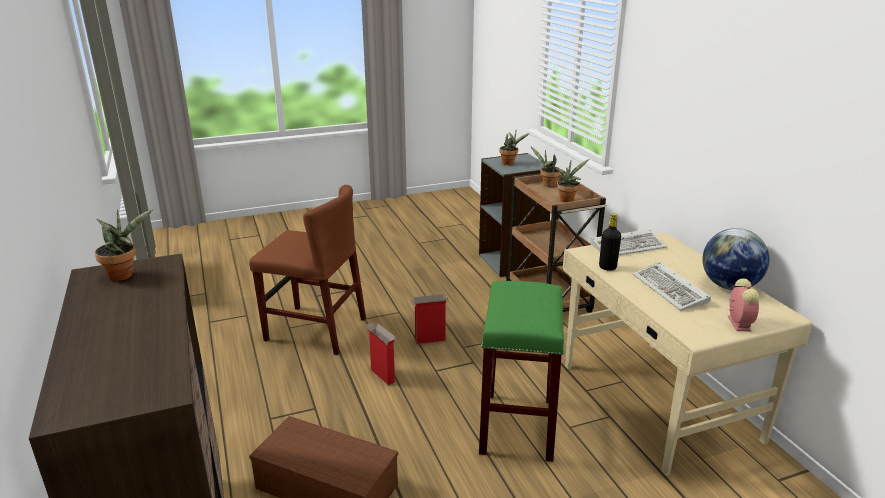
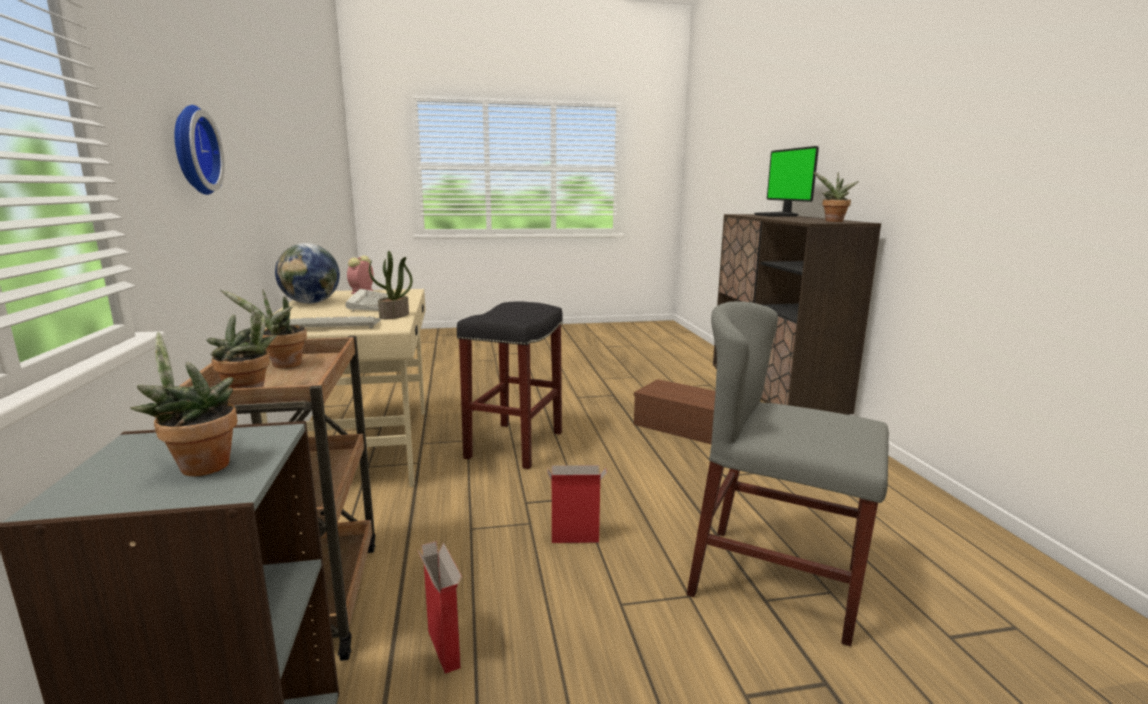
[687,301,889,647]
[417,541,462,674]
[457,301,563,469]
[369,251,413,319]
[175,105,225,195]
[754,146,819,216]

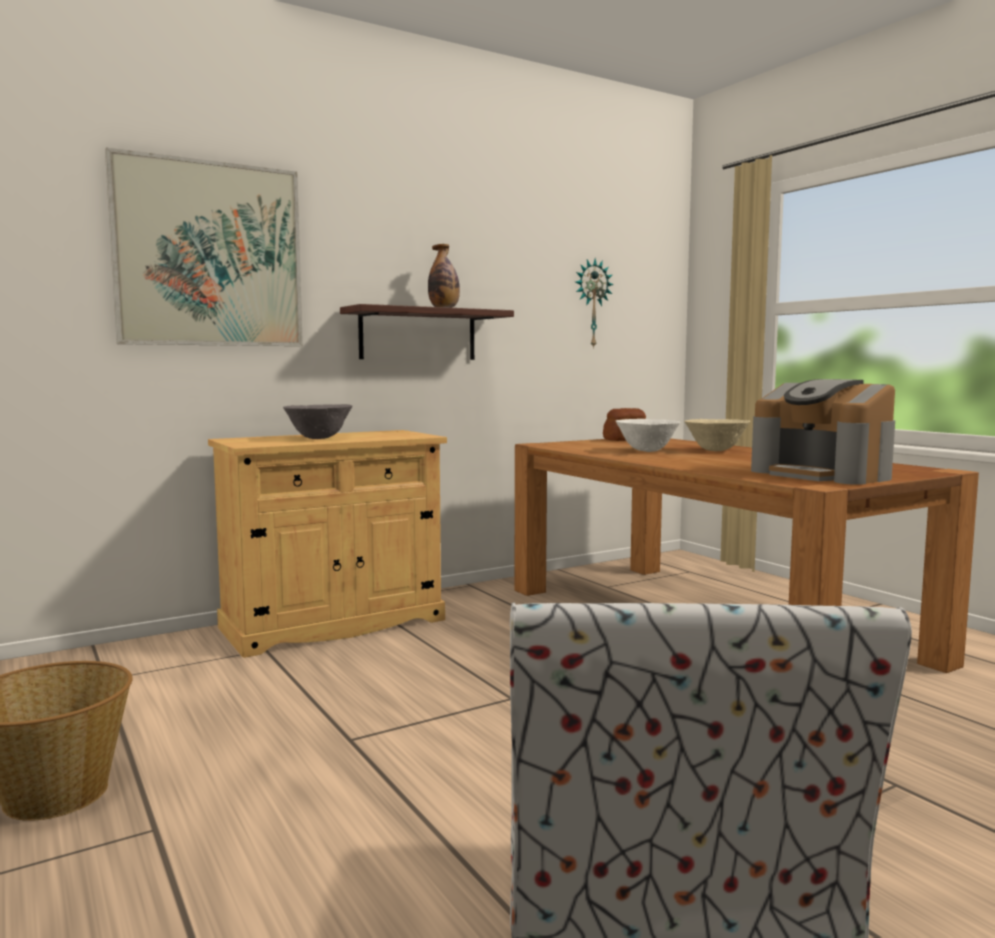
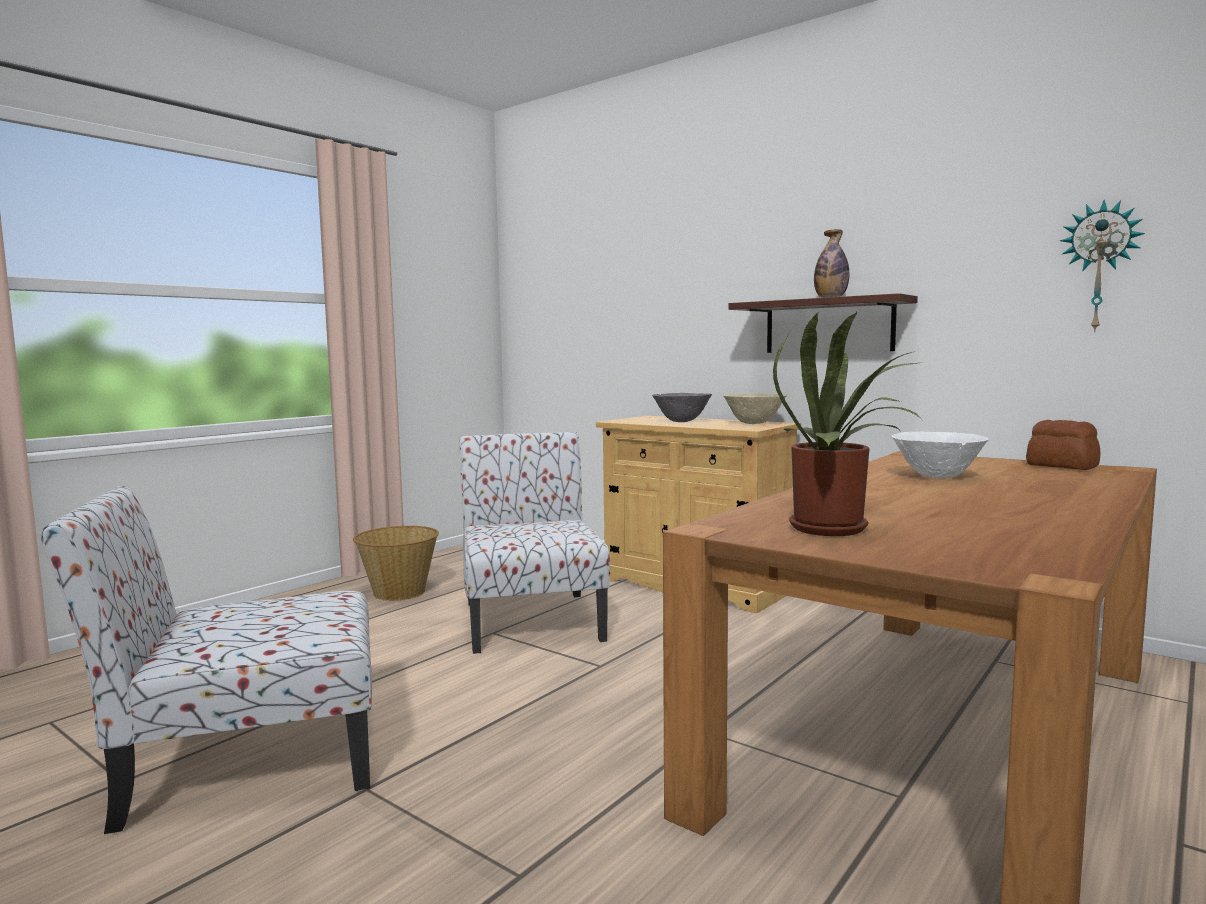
[105,148,303,346] (first image)
[723,394,787,424]
[773,312,925,536]
[459,432,610,654]

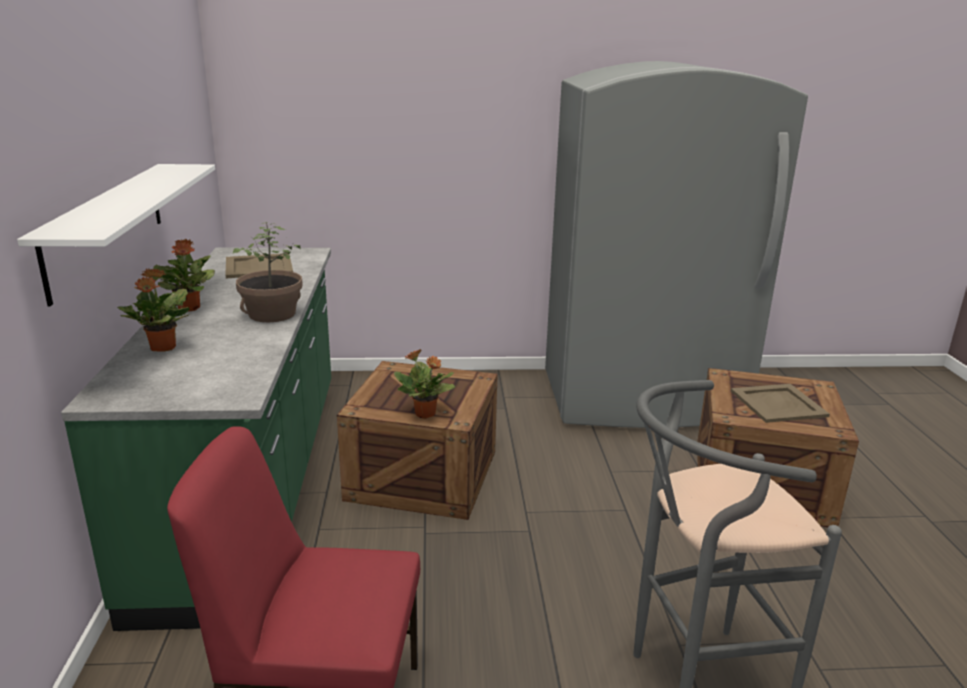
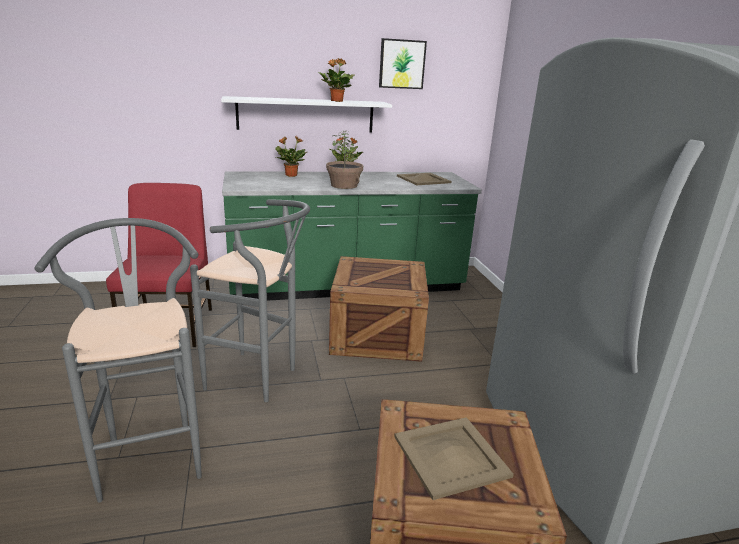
[319,58,355,102]
[190,199,310,402]
[379,38,427,89]

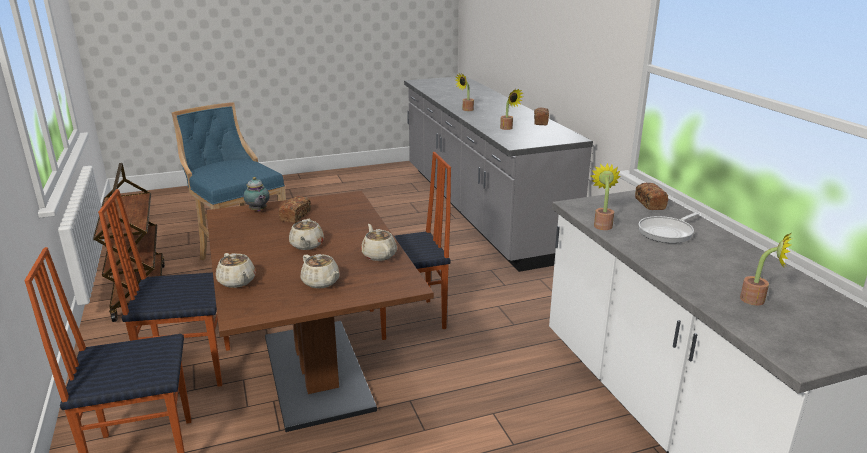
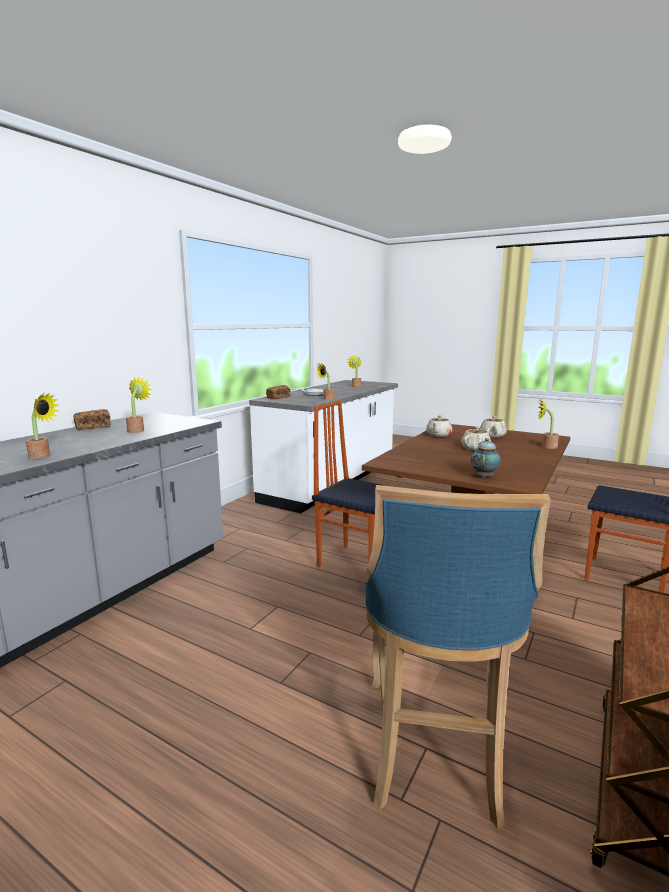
[98,189,230,387] (first image)
[538,400,559,449]
[279,196,311,223] (first image)

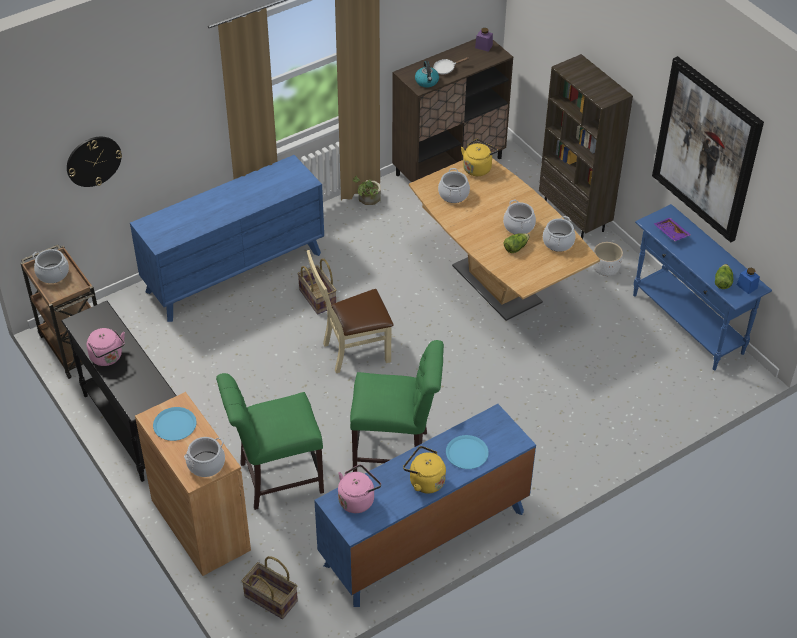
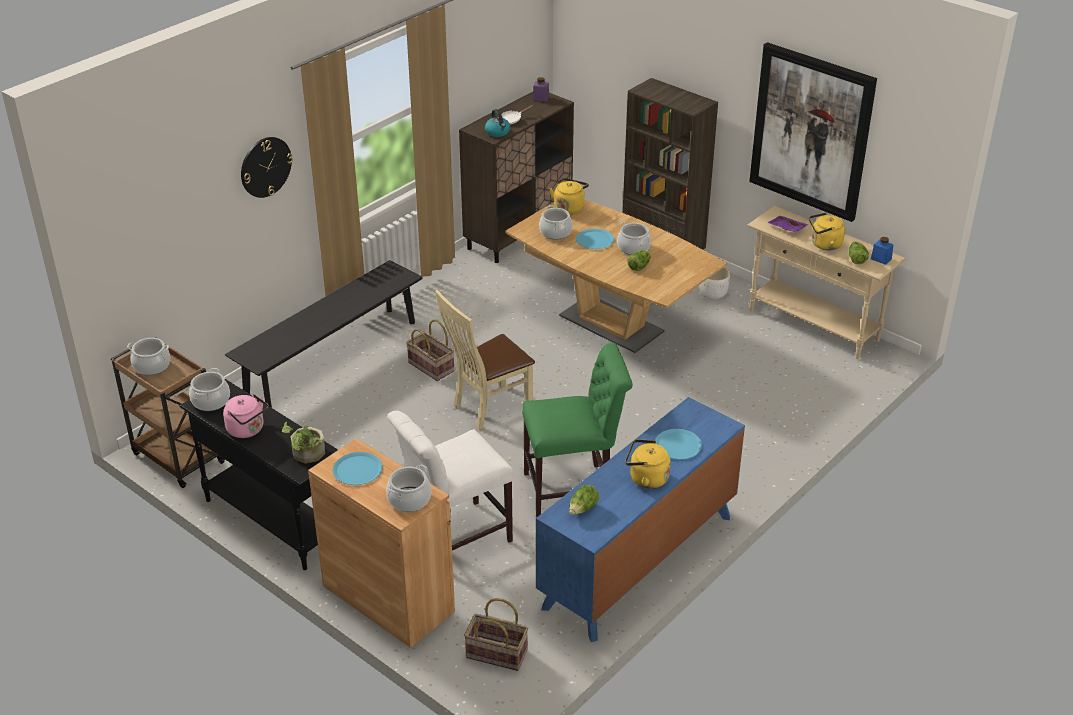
[241,137,293,198]
[225,260,423,408]
[387,411,514,550]
[569,485,599,515]
[282,422,325,464]
[189,368,230,411]
[747,206,906,359]
[576,229,614,249]
[809,212,845,250]

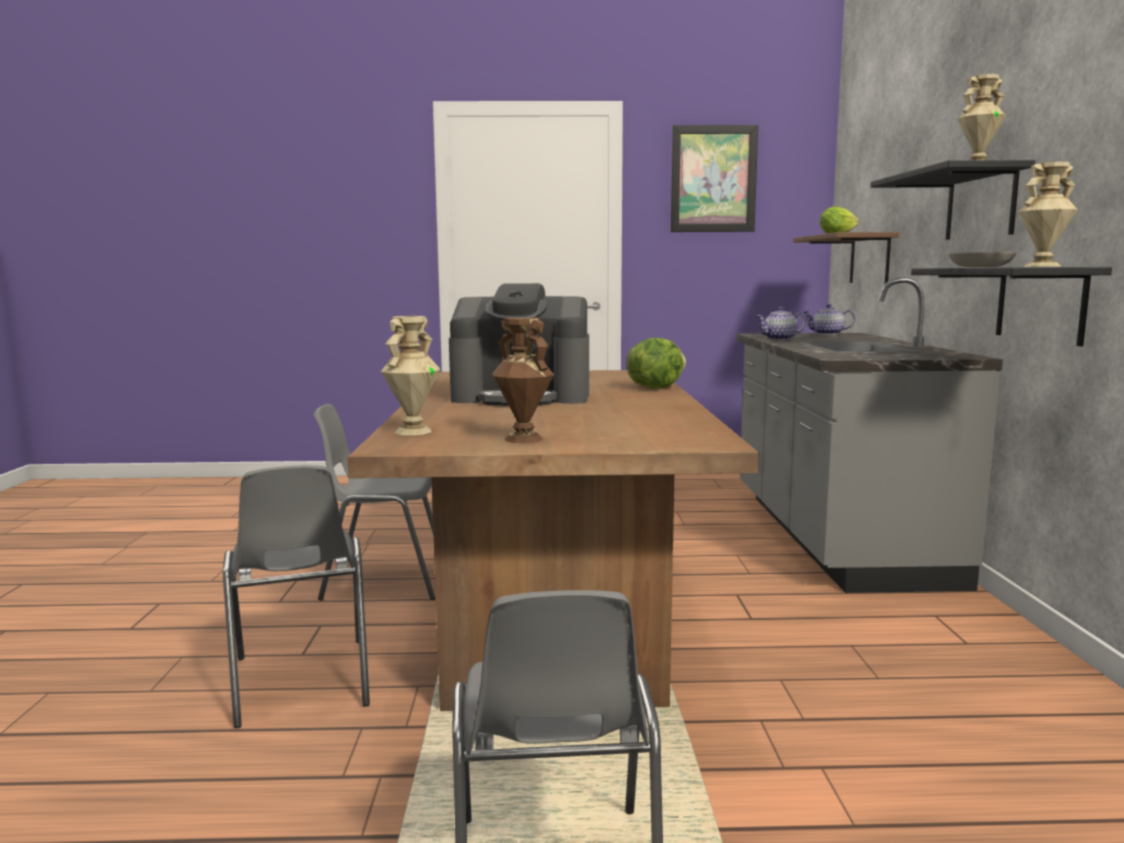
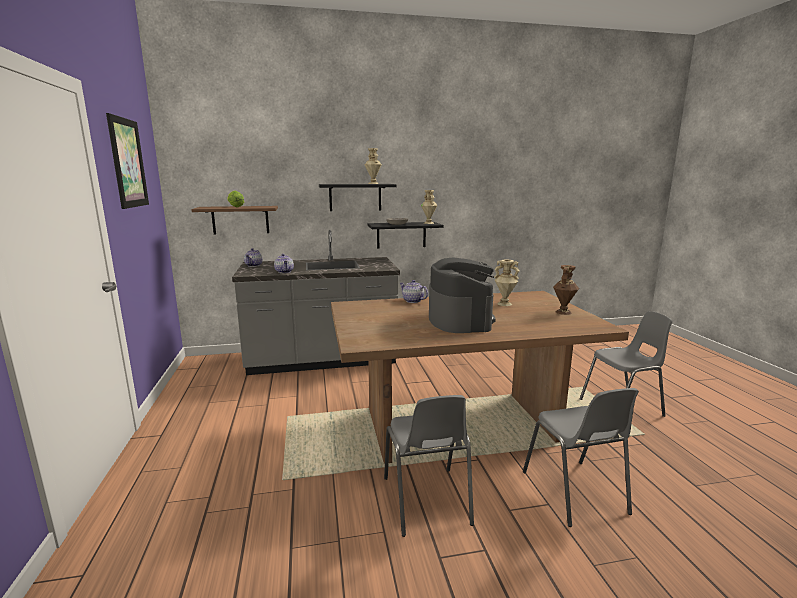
[523,388,639,527]
[494,260,520,306]
[400,280,428,303]

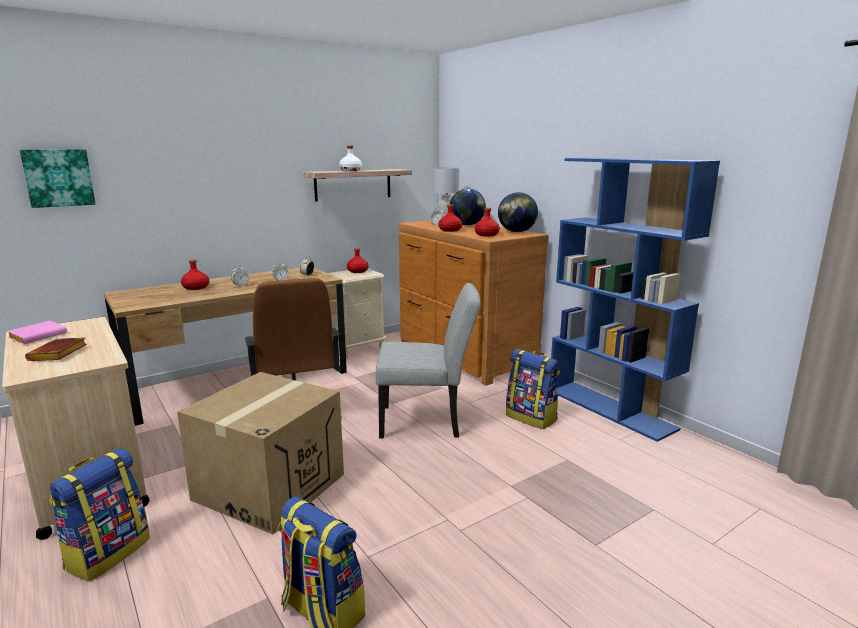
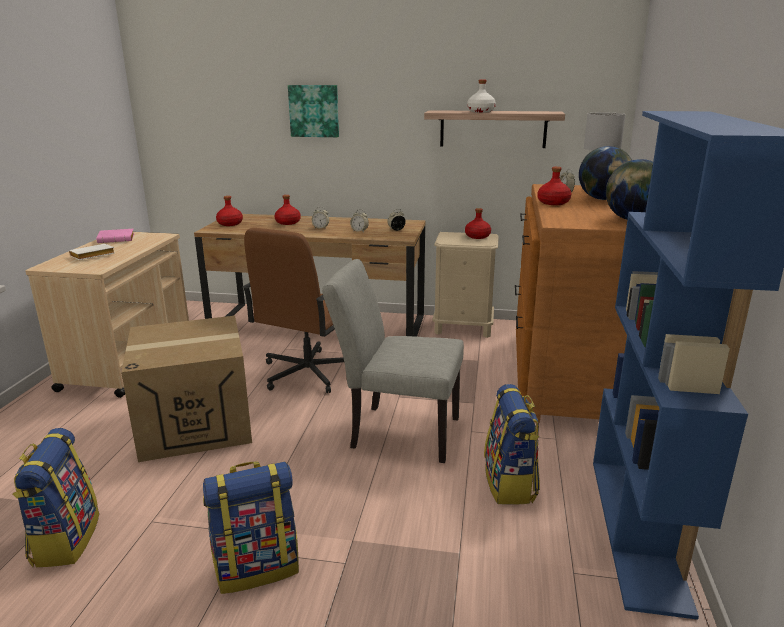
[288,85,339,137]
[69,244,115,260]
[203,461,299,594]
[322,259,464,463]
[216,196,243,226]

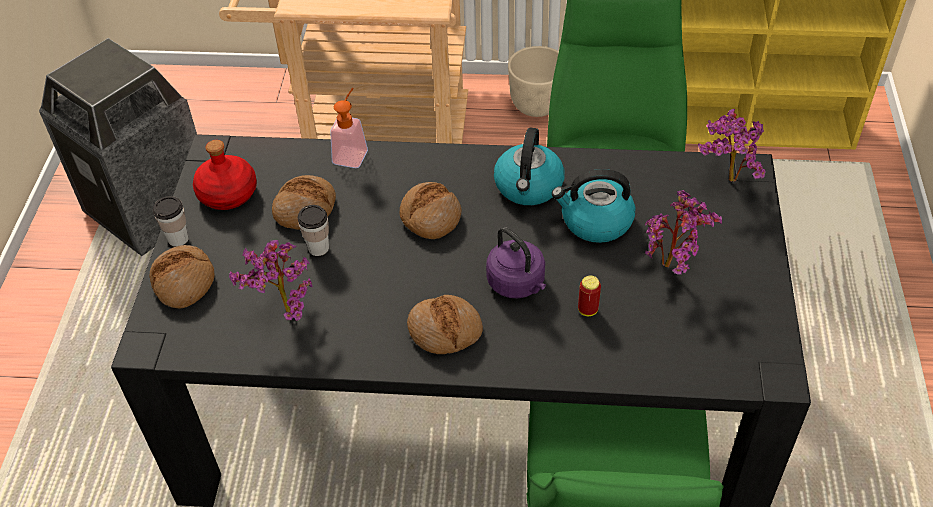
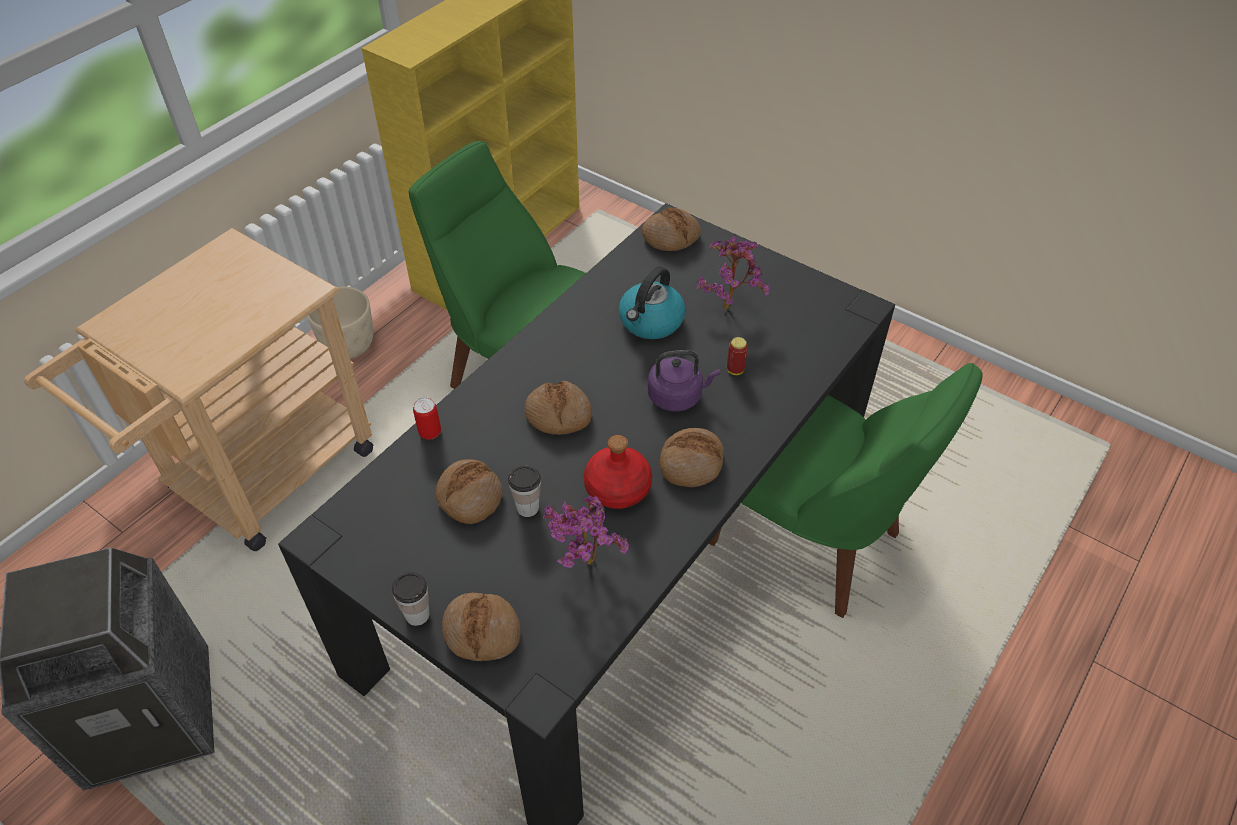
[584,435,652,509]
[413,397,441,440]
[494,128,565,205] (first image)
[642,208,701,251]

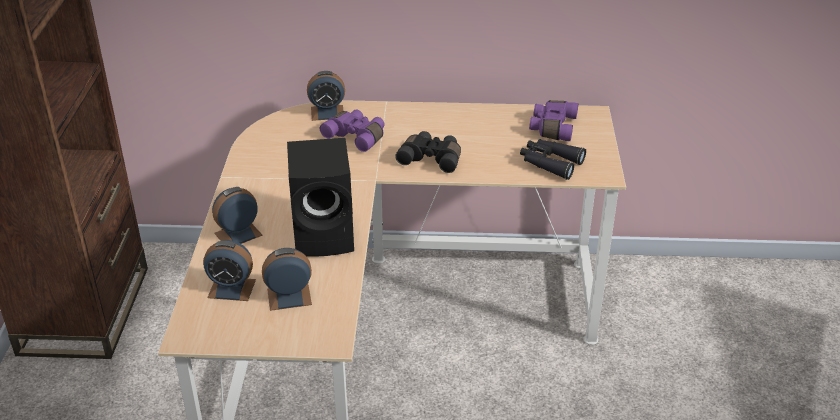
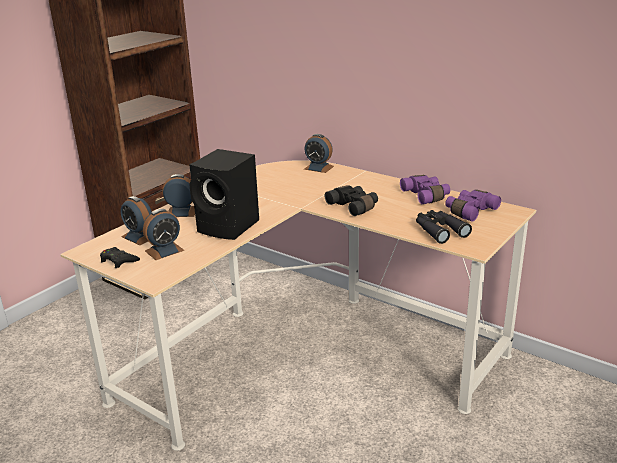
[143,209,184,260]
[400,175,450,204]
[100,247,140,268]

